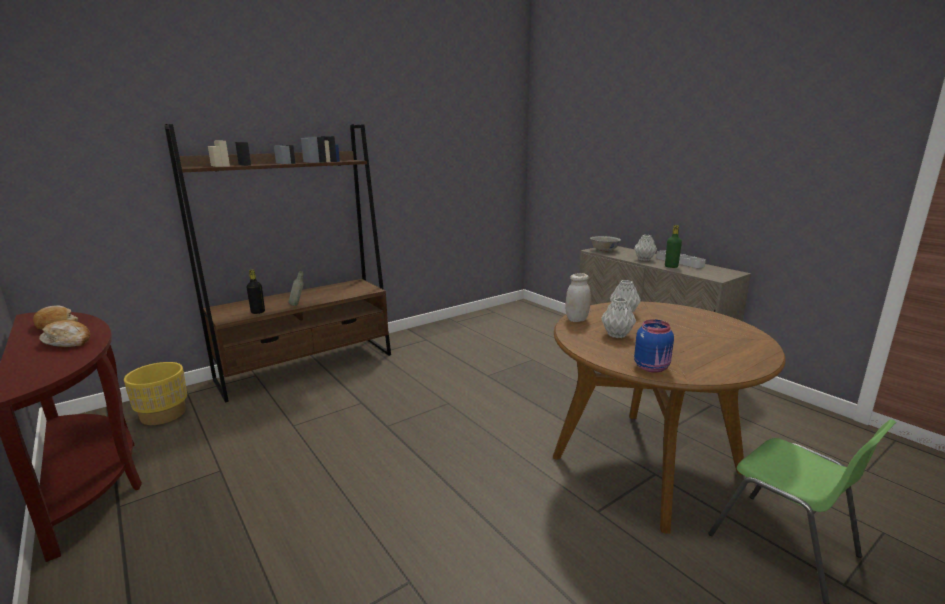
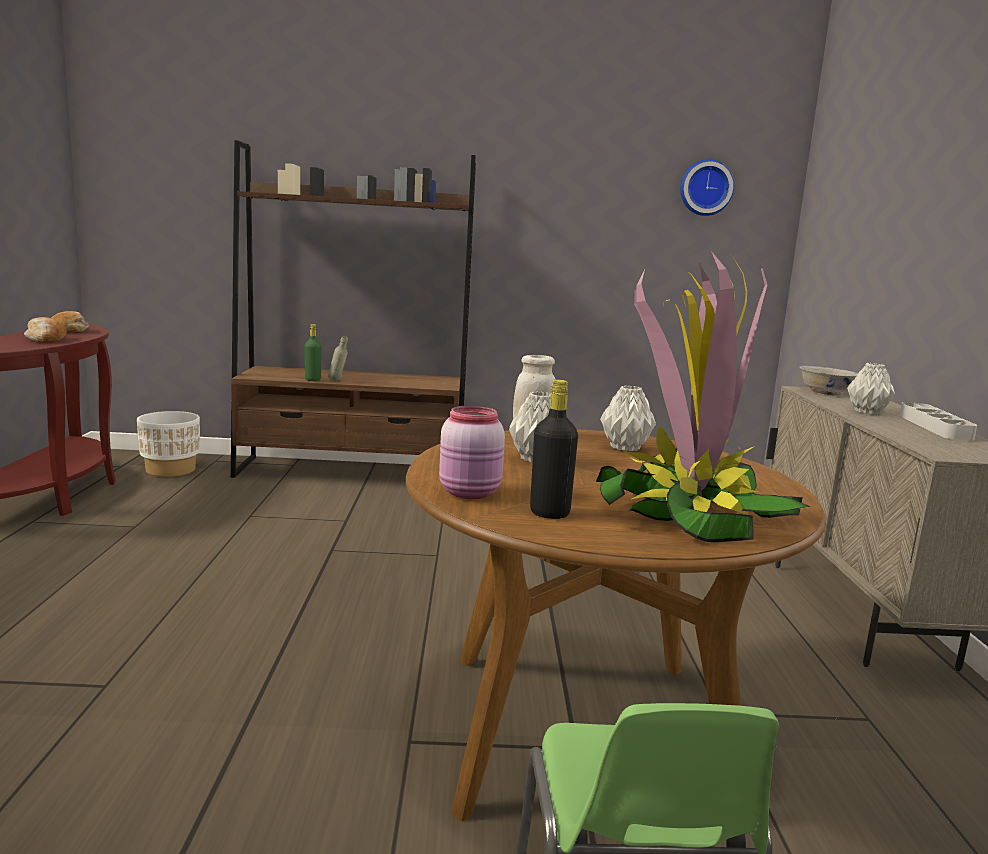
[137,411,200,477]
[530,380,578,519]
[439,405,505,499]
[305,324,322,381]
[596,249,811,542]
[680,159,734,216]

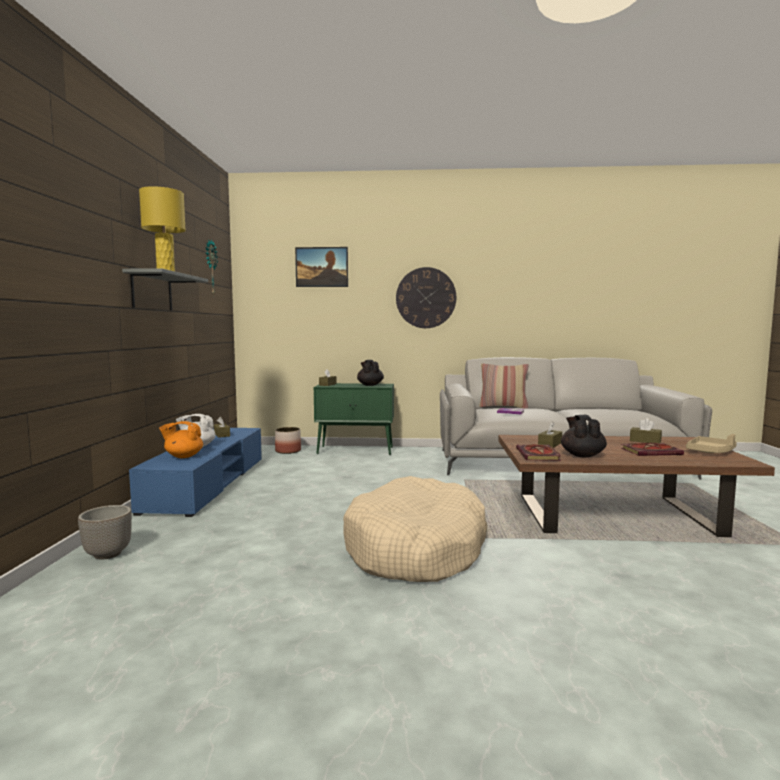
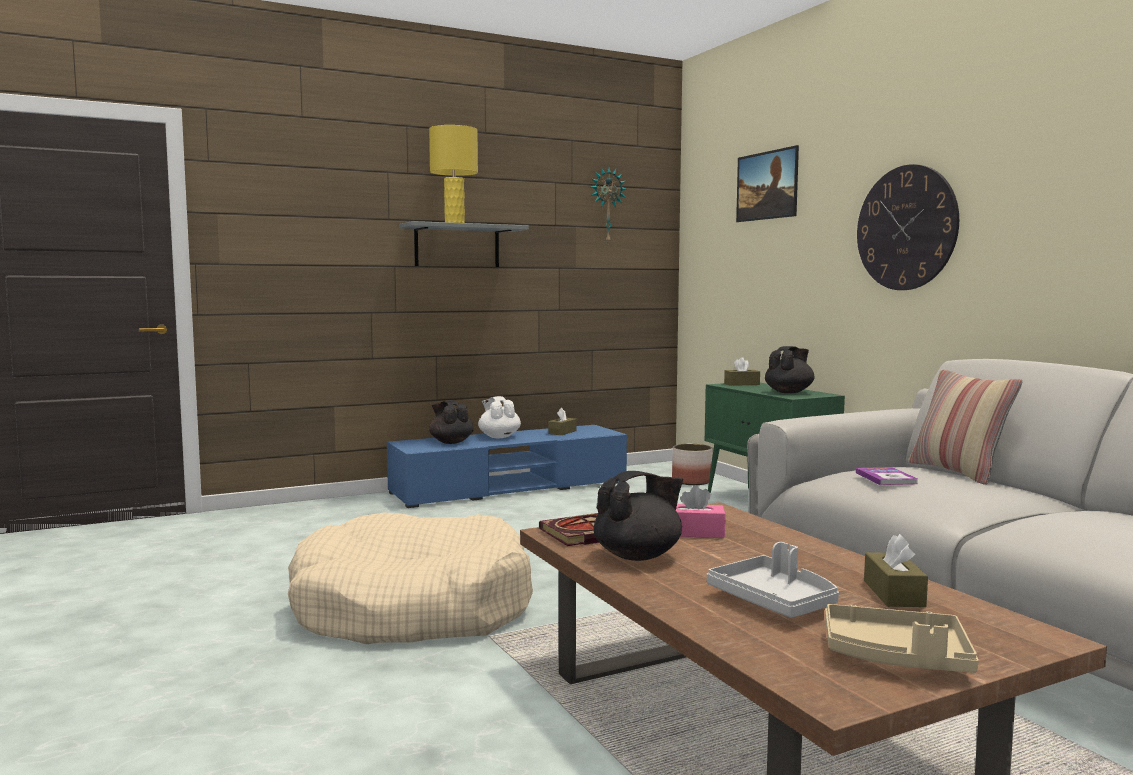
[78,505,132,560] (first image)
[429,400,474,444]
[676,485,726,538]
[707,542,839,618]

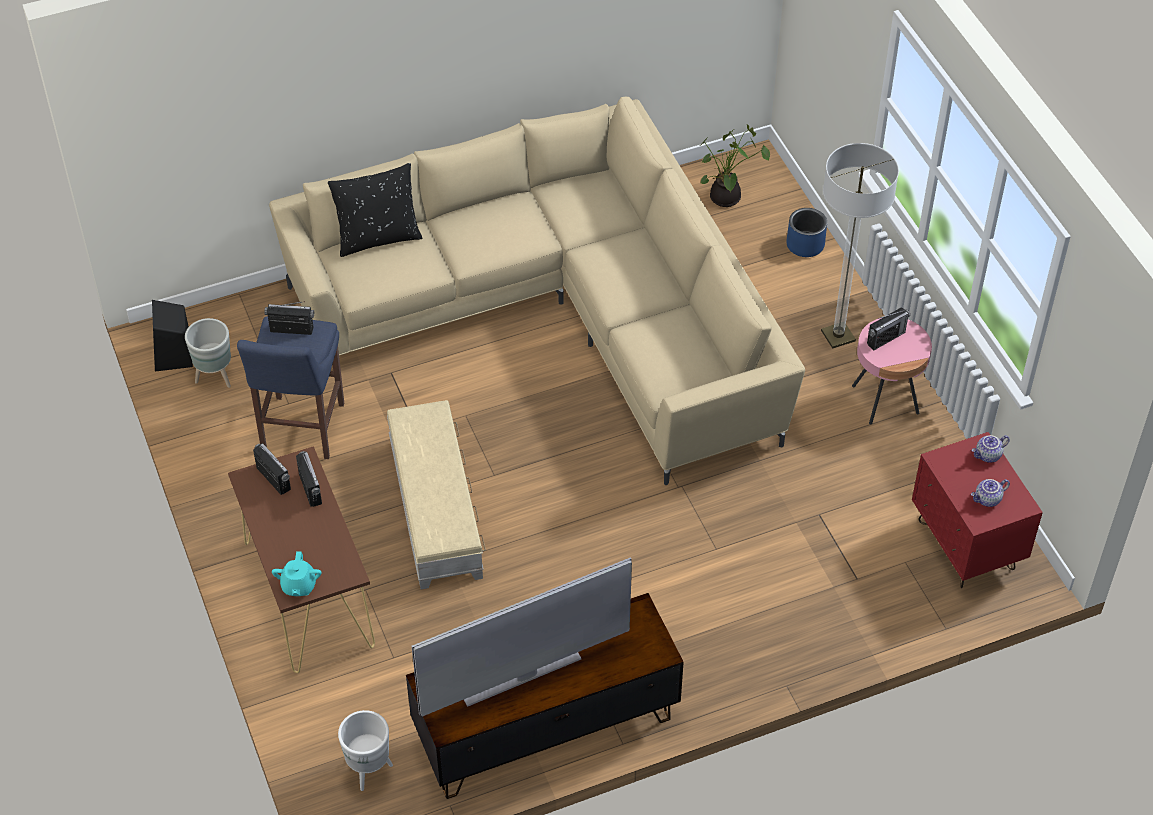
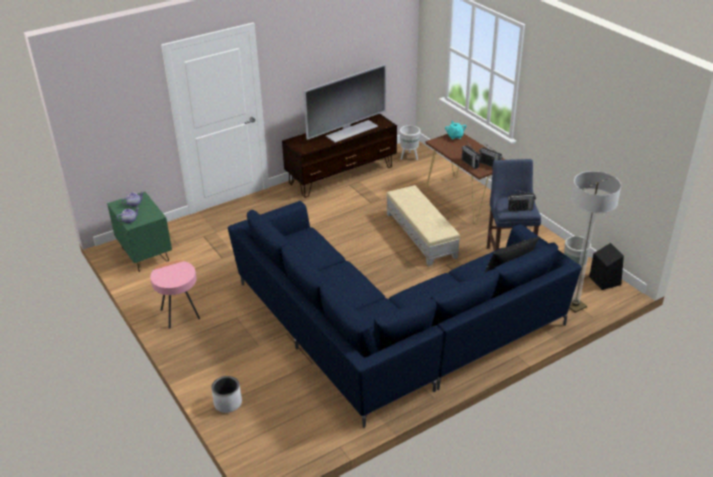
[228,201,582,428]
[700,124,770,207] (first image)
[211,376,242,413]
[569,171,621,313]
[867,308,910,351] (first image)
[107,192,172,272]

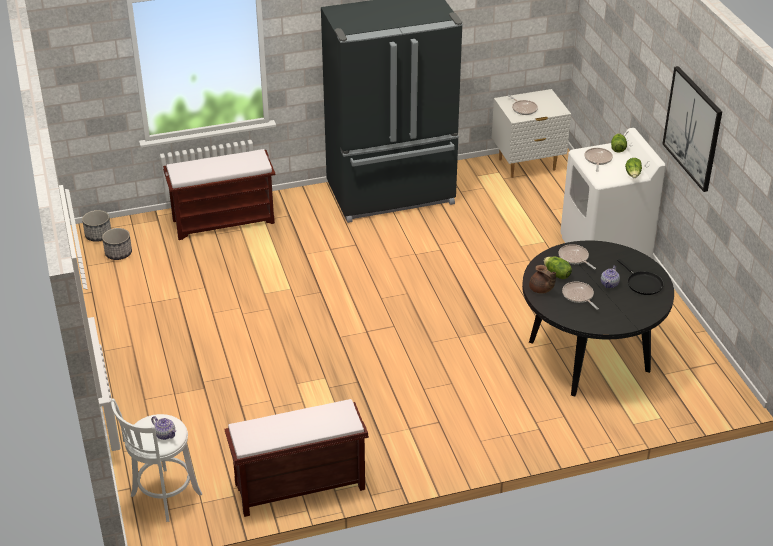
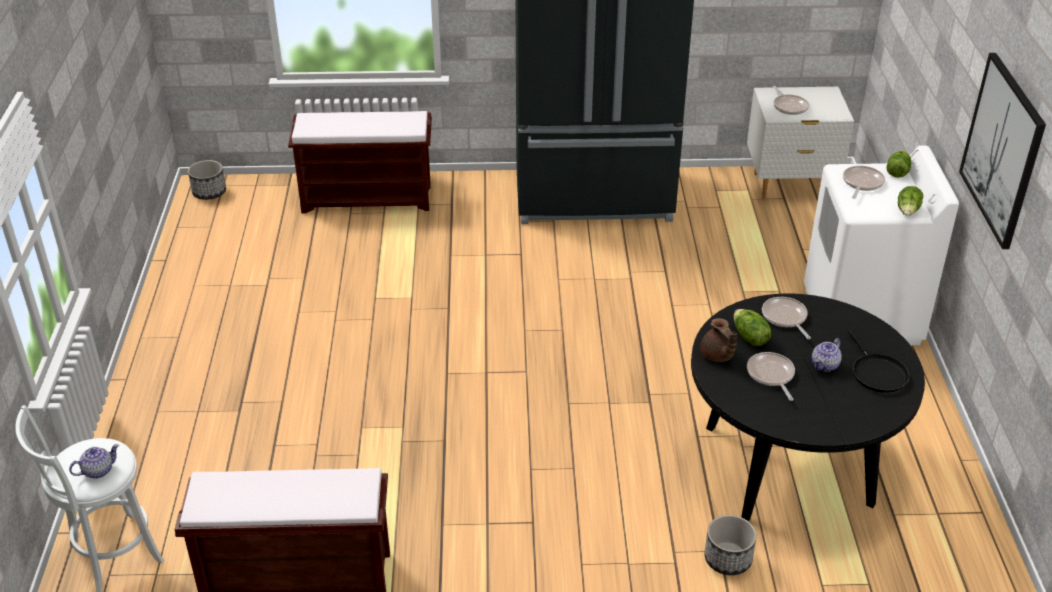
[704,515,757,575]
[69,444,119,479]

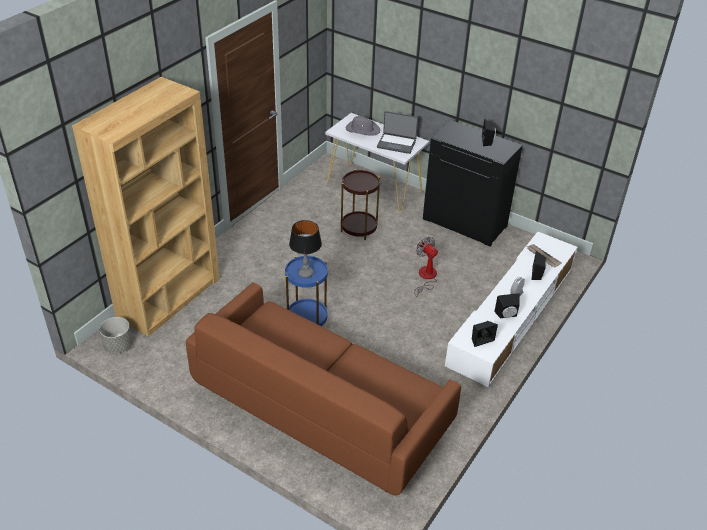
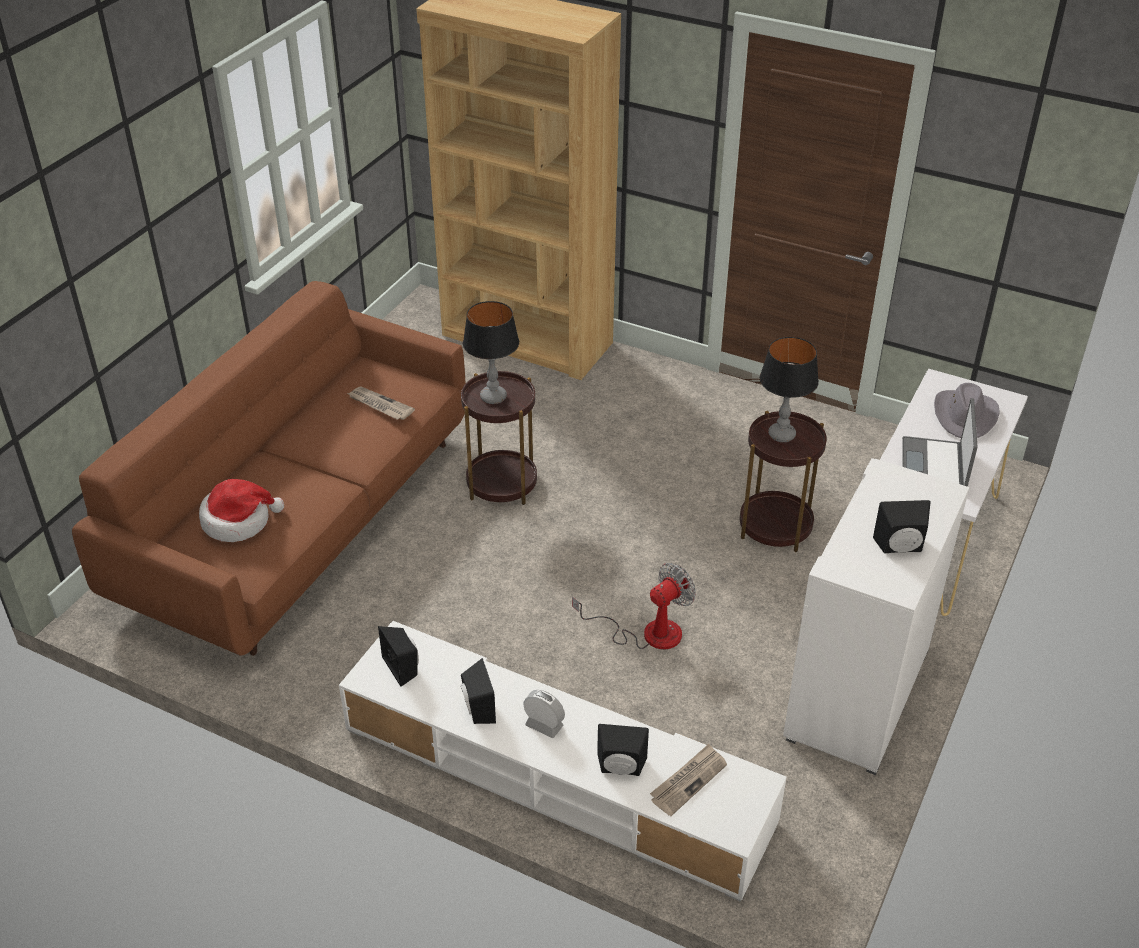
[99,317,133,354] (first image)
[461,371,537,505]
[783,458,969,775]
[199,479,284,542]
[347,387,415,420]
[760,337,819,442]

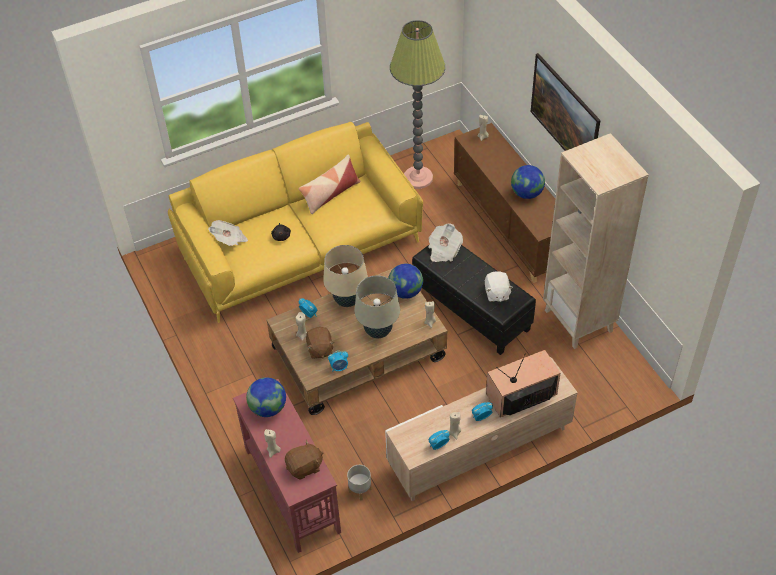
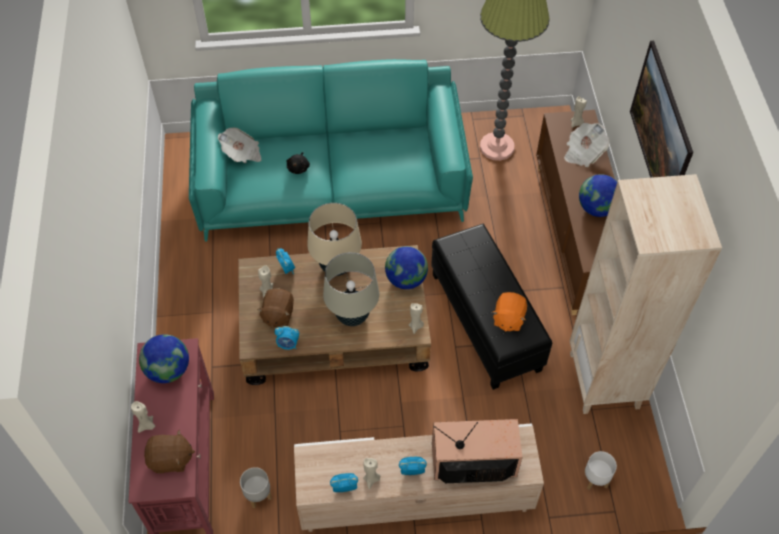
[189,59,473,241]
[299,155,360,214] (first image)
[564,123,609,167]
[493,292,527,332]
[584,451,617,490]

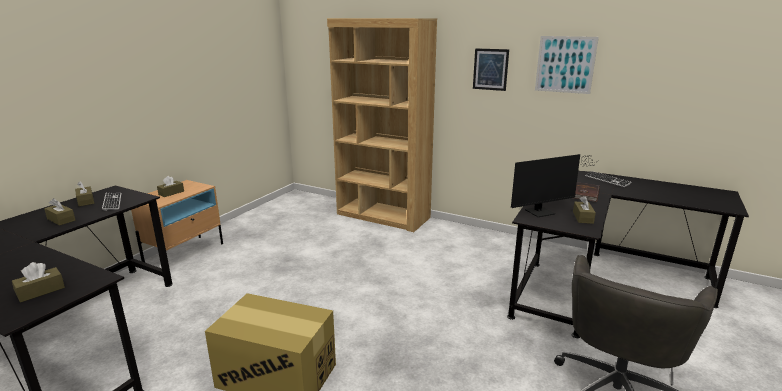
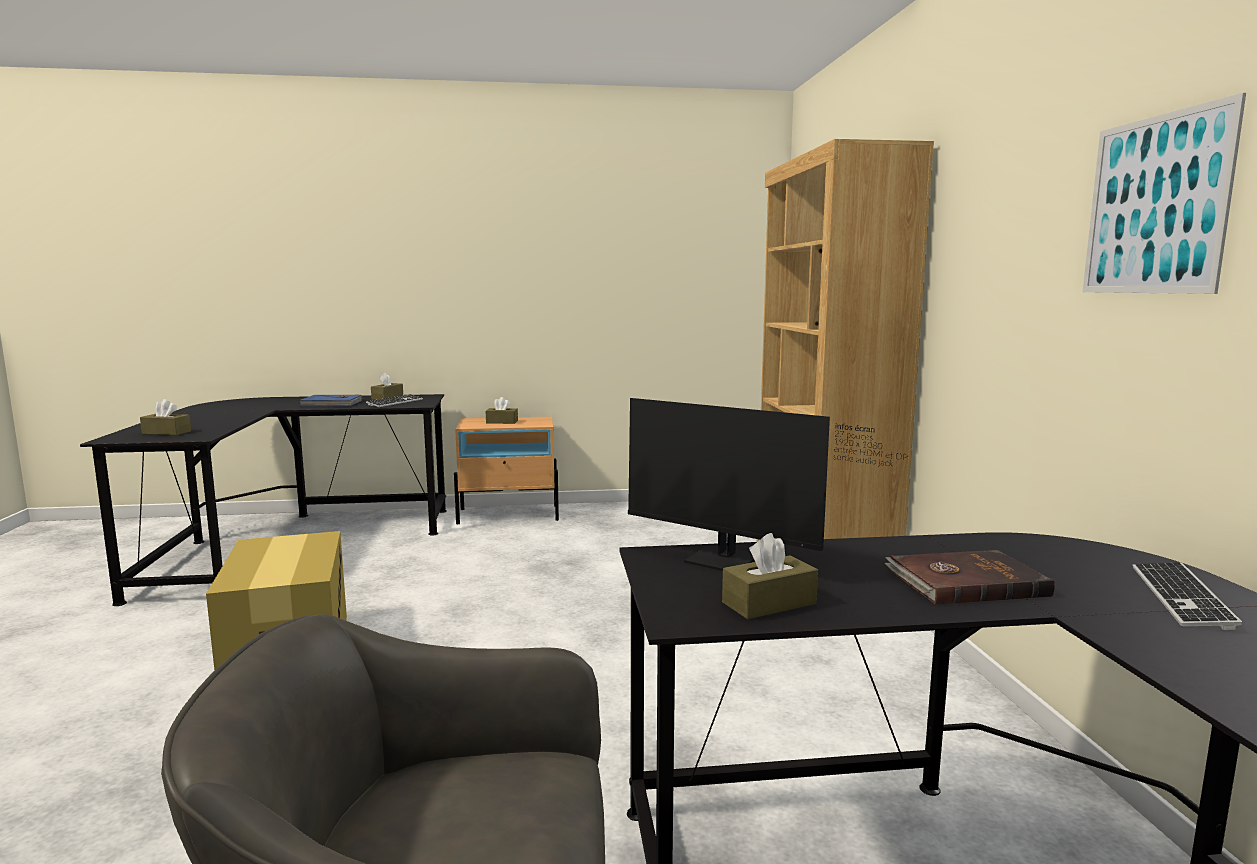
[299,395,362,406]
[473,48,509,91] (first image)

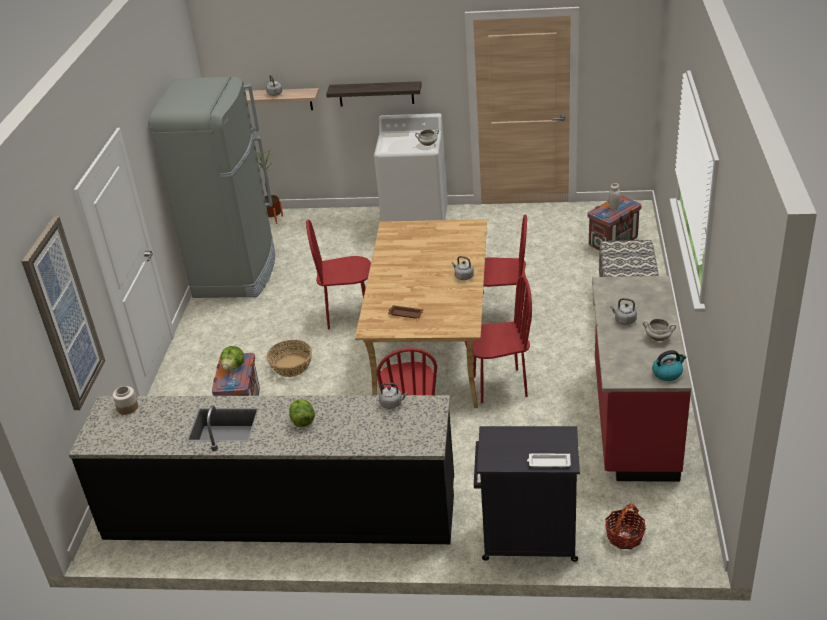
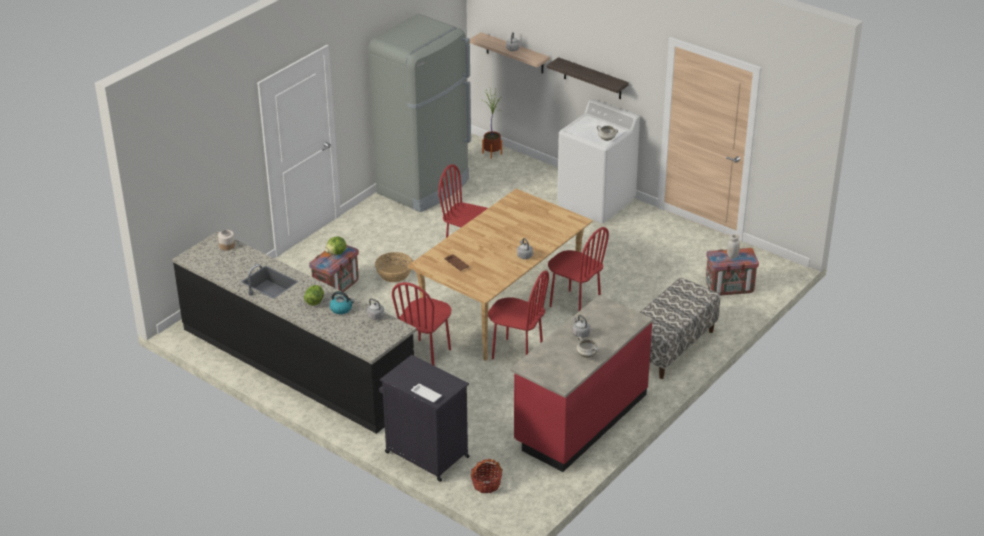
[21,216,105,410] (first image)
[330,291,354,314]

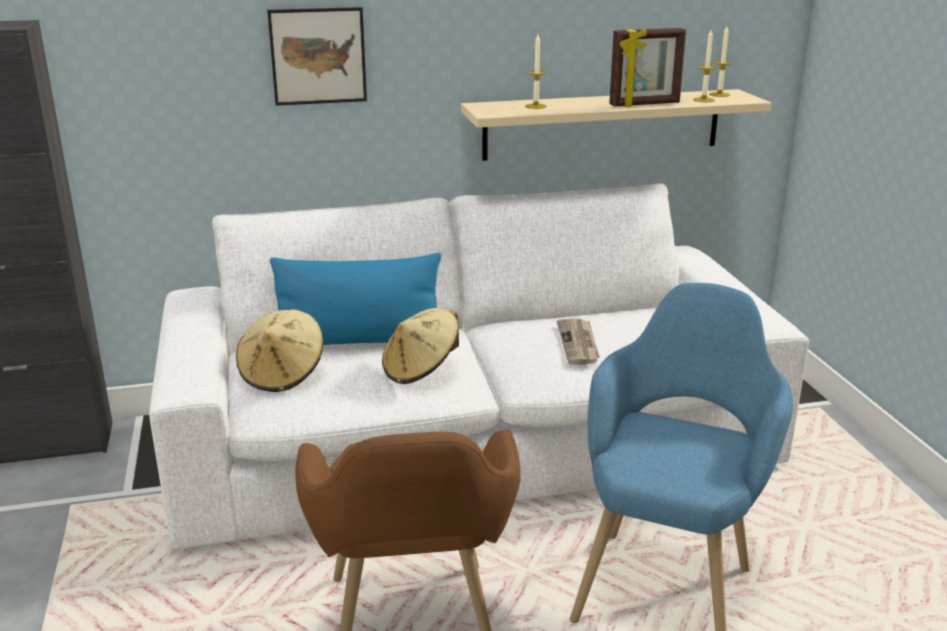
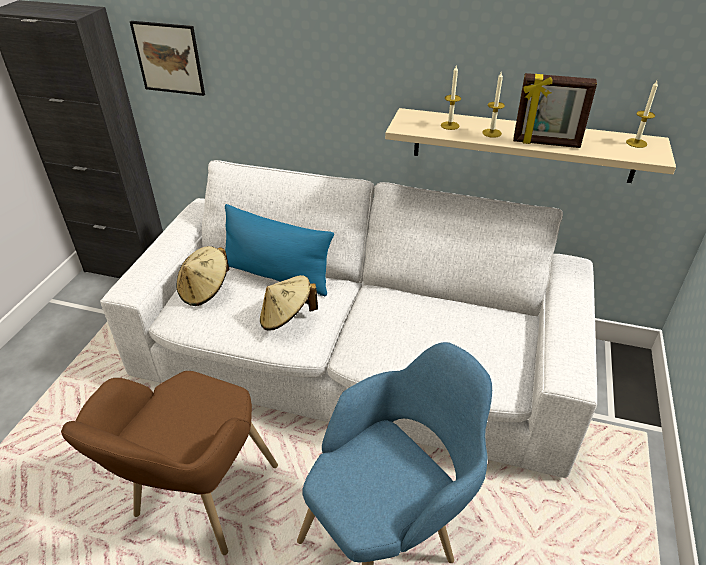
[130,21,205,96]
[557,319,600,364] (first image)
[482,72,505,138]

